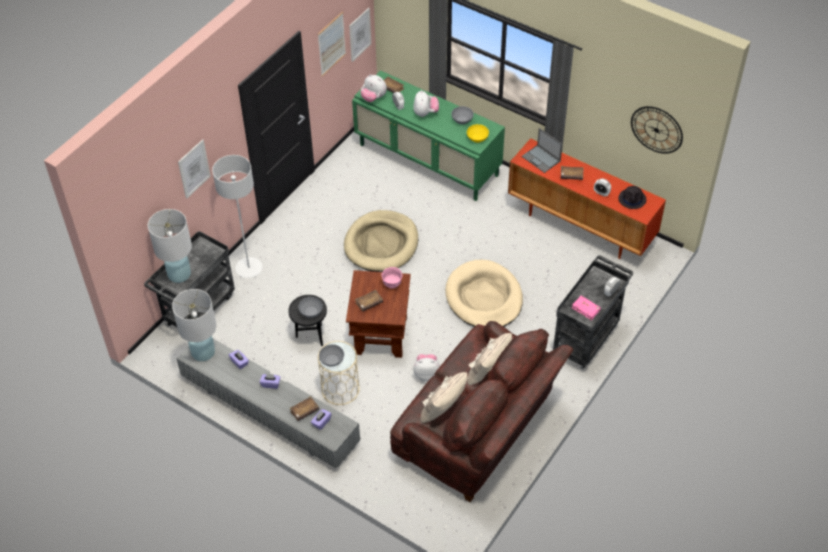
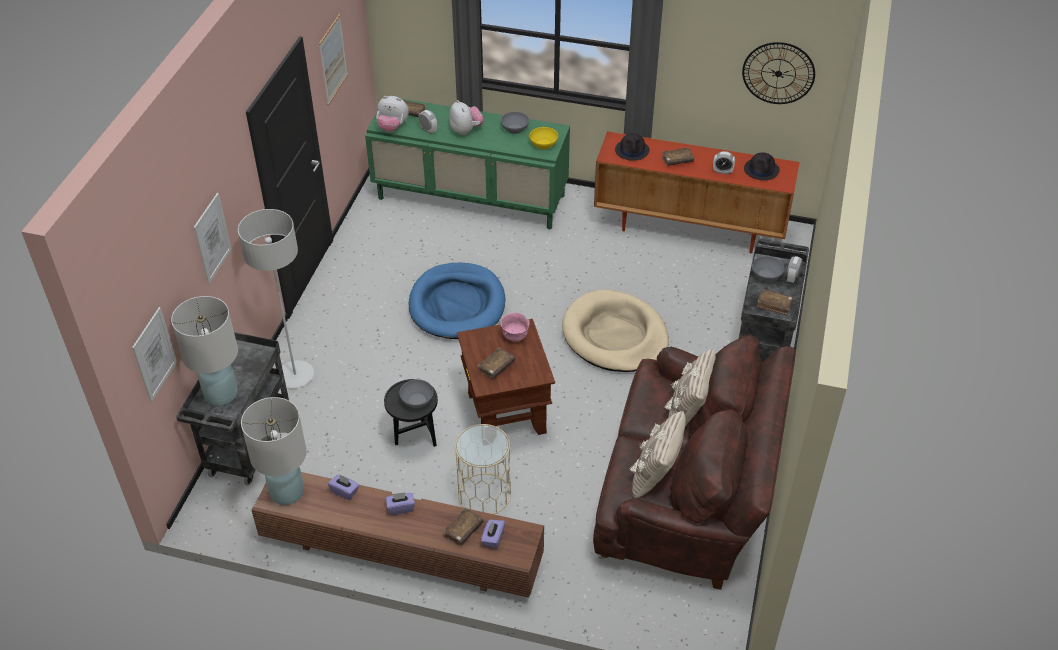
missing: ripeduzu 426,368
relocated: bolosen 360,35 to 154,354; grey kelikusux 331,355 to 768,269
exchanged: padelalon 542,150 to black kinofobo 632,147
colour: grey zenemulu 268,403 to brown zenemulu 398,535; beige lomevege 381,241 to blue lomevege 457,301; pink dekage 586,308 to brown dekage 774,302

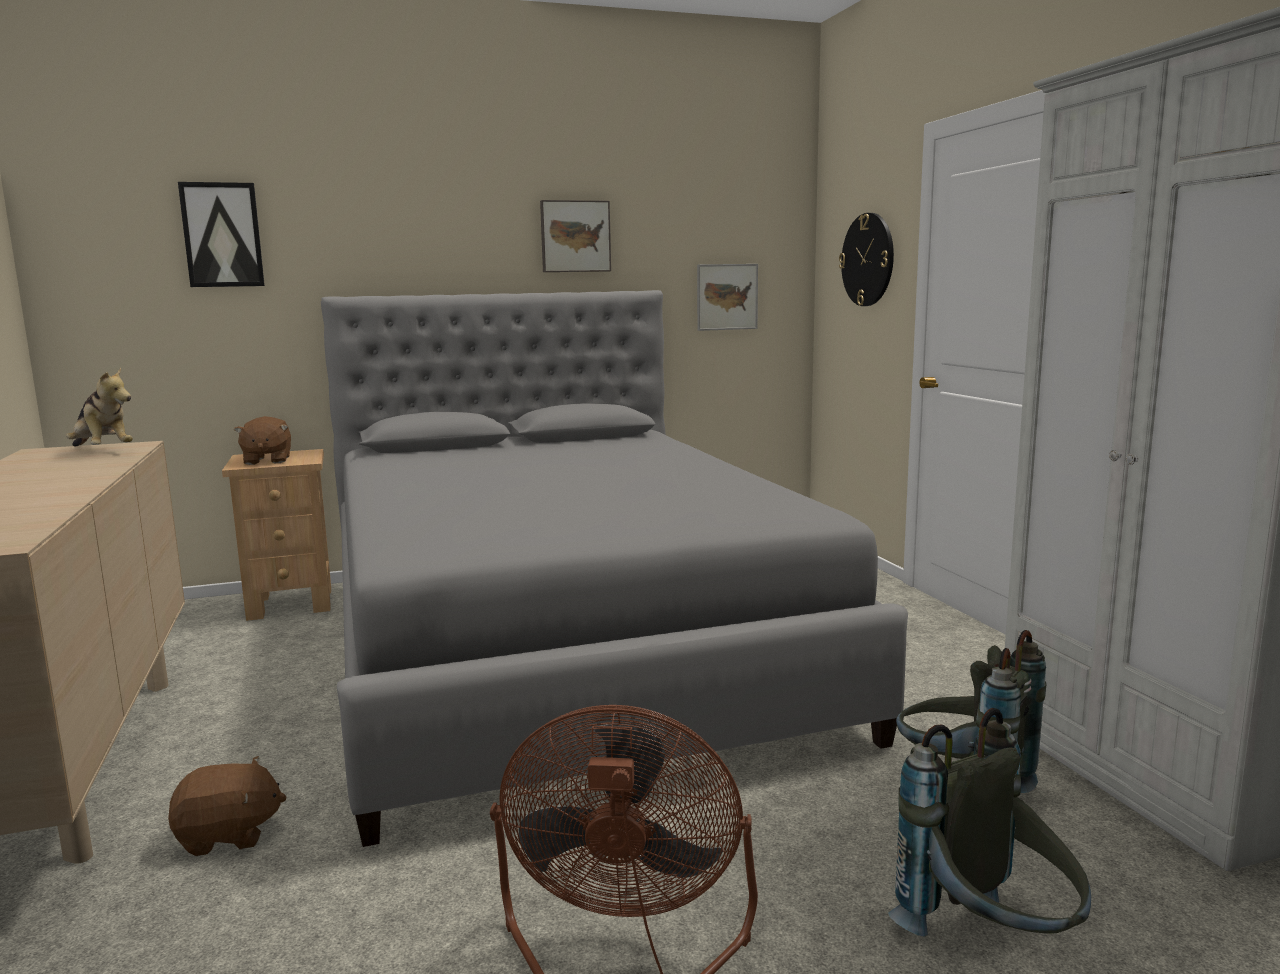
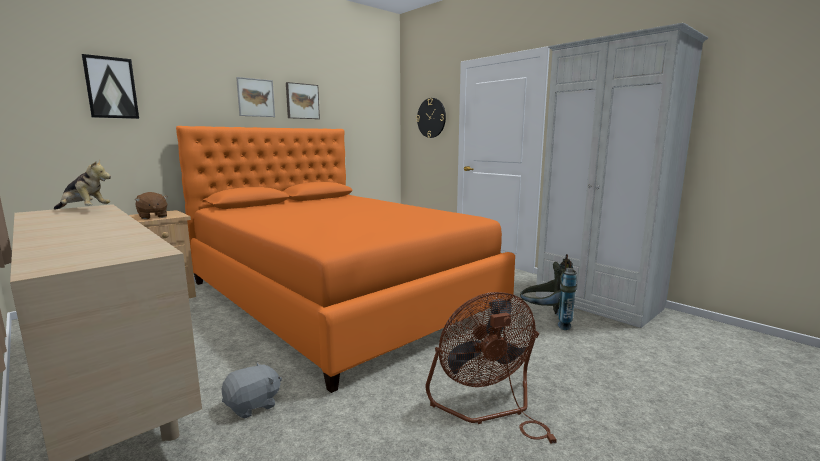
missing: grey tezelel 989,822
relocated: bolosen 727,297 to 255,97
colour: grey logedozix 614,568 to orange logedozix 345,259; brown ripeduzu 227,806 to grey ripeduzu 251,390

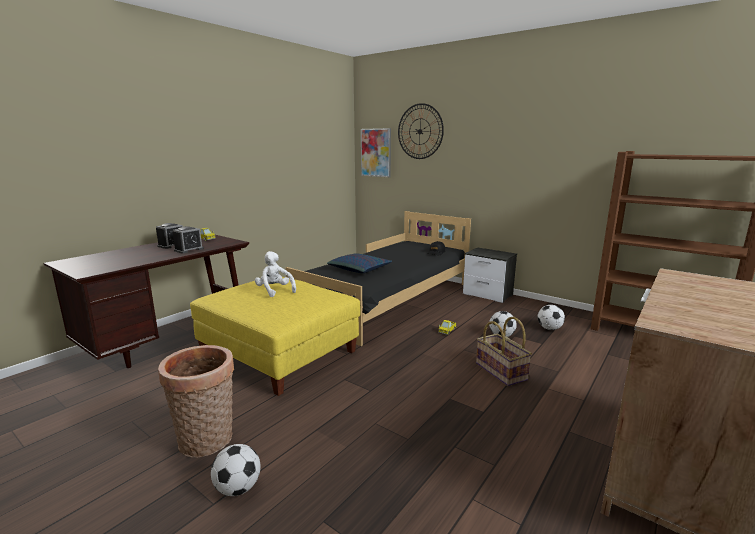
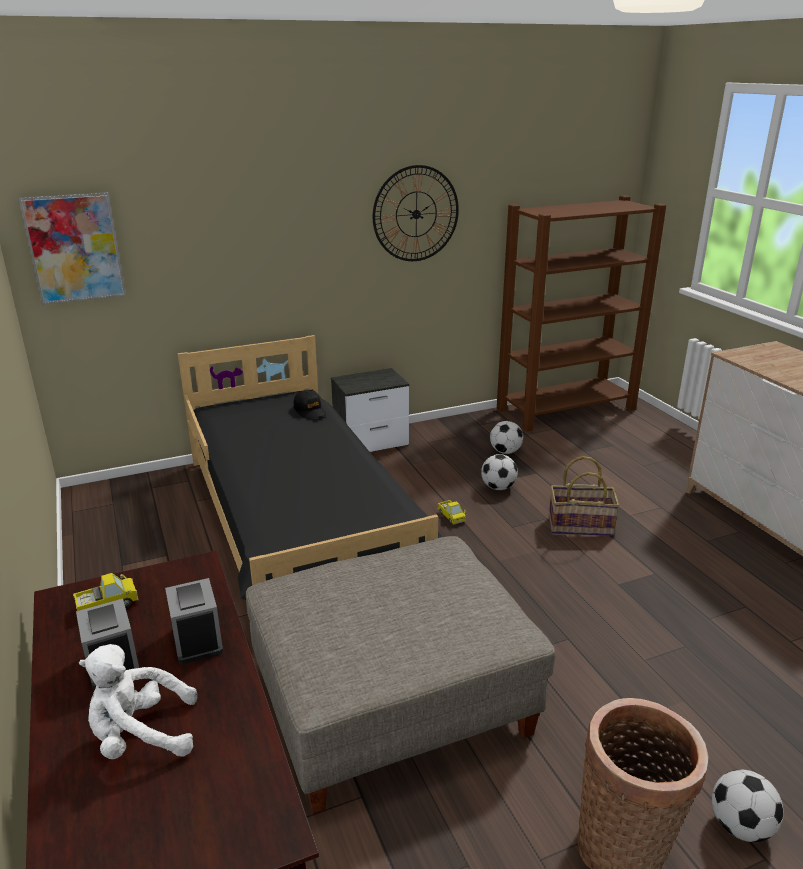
missing: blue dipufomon 359,263
relocated: white ripeduzu 275,274 to 138,701; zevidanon 421,131 to 416,213
colour: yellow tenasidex 275,336 to grey tenasidex 401,675

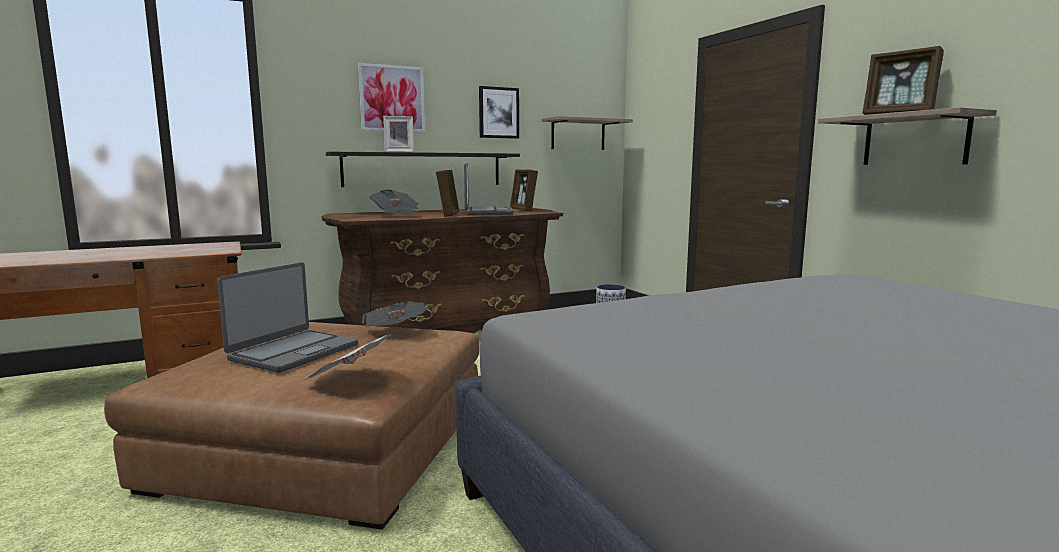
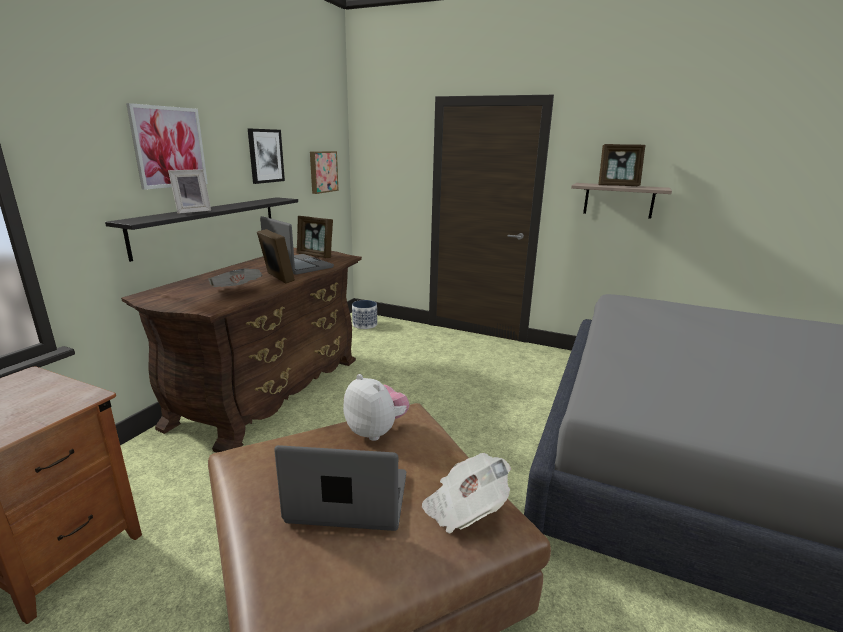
exchanged: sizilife 587,133 to bolosen 324,172; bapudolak 394,313 to ripeduzu 376,407
spun: padelalon 287,317 = 340,488 75 degrees counterclockwise

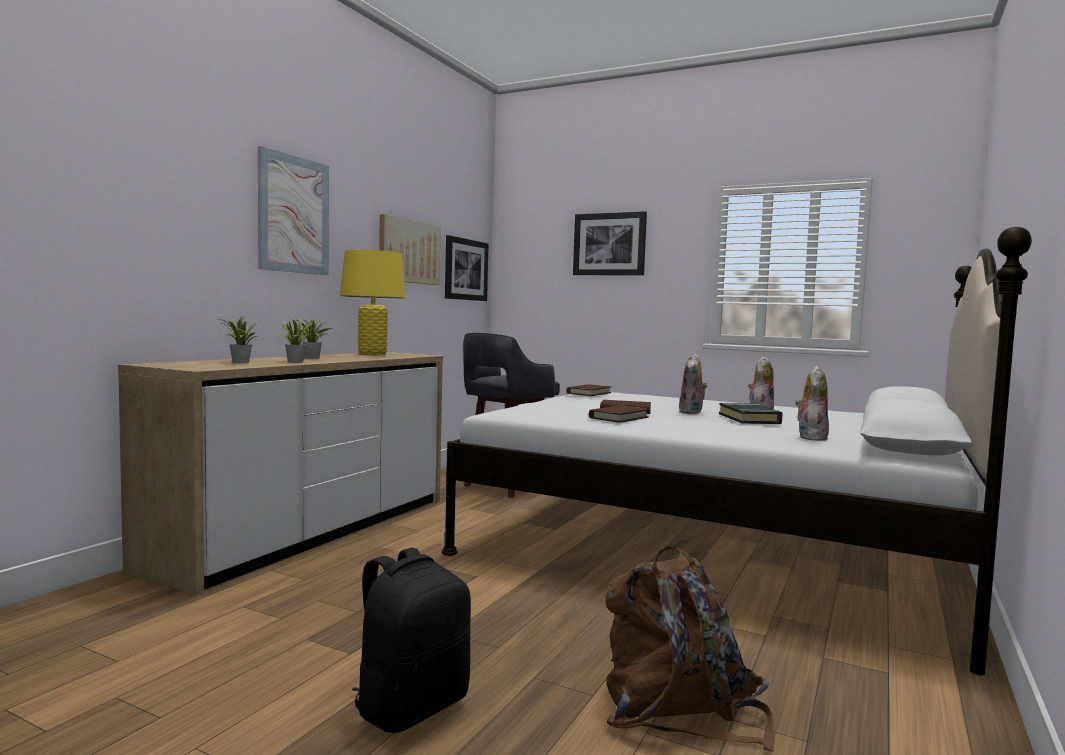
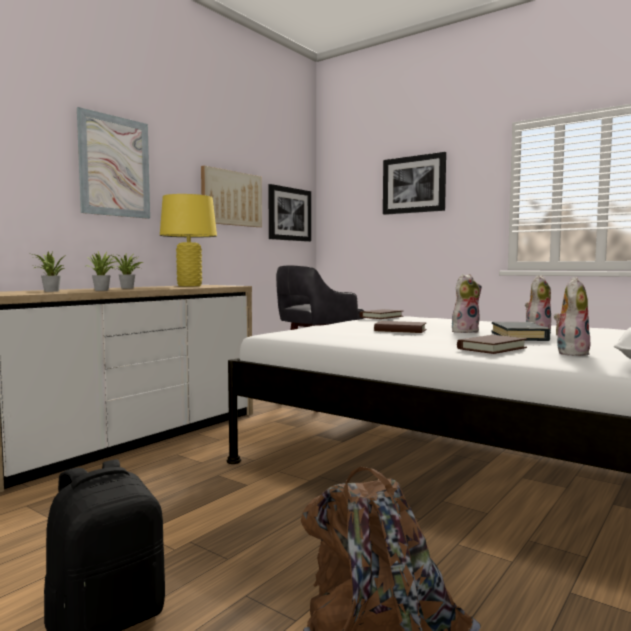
relocated: brown dekage 619,414 to 492,344
spun: ripeduzu 693,383 = 467,303 150 degrees counterclockwise

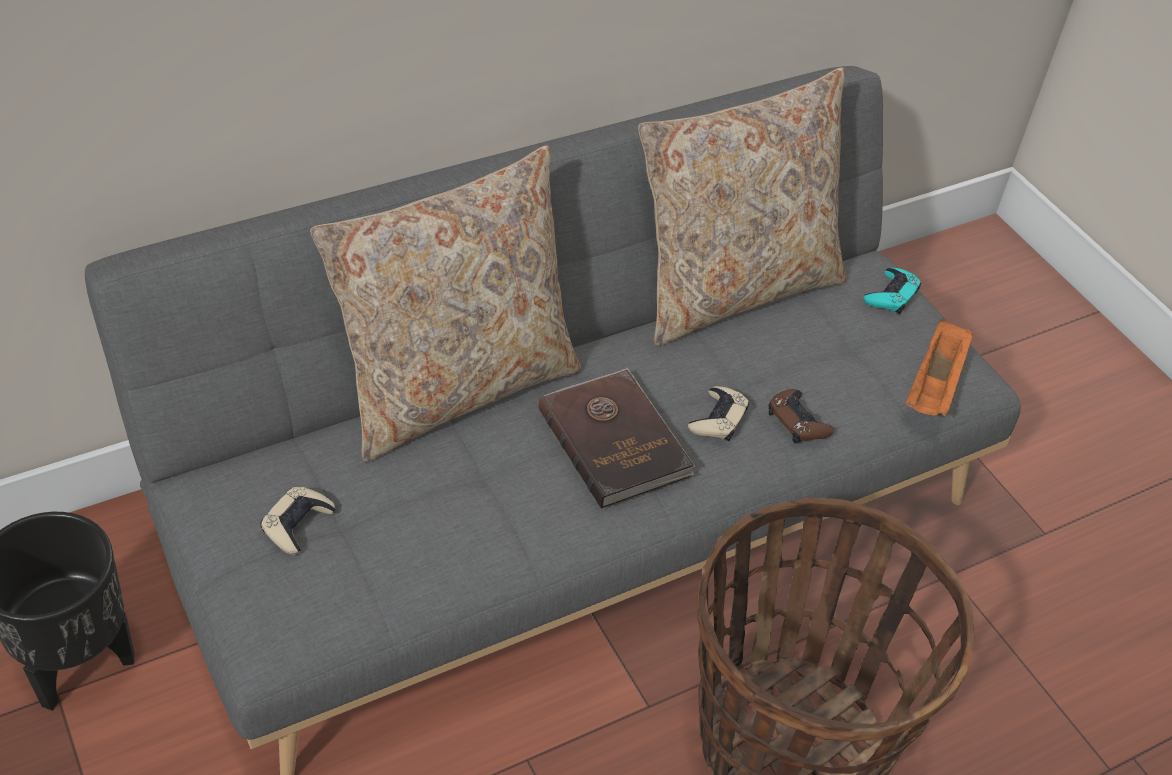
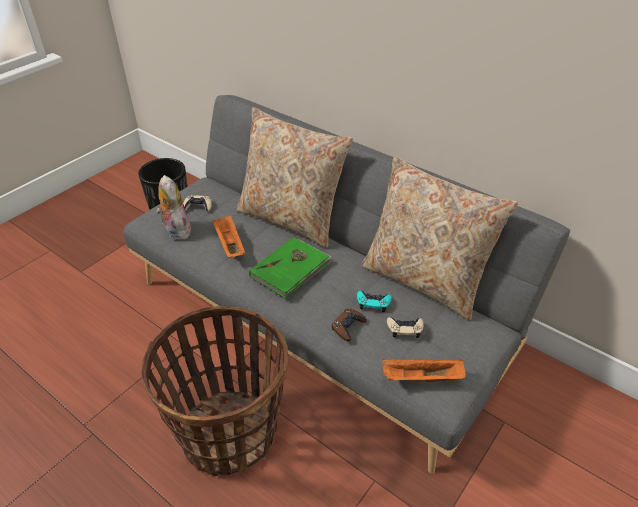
appeared: ripeduzu 173,207; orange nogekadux 228,235
relocated: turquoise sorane 892,291 to 374,301; beige sorane 718,413 to 405,327
colour: brown dekage 616,438 to green dekage 291,268

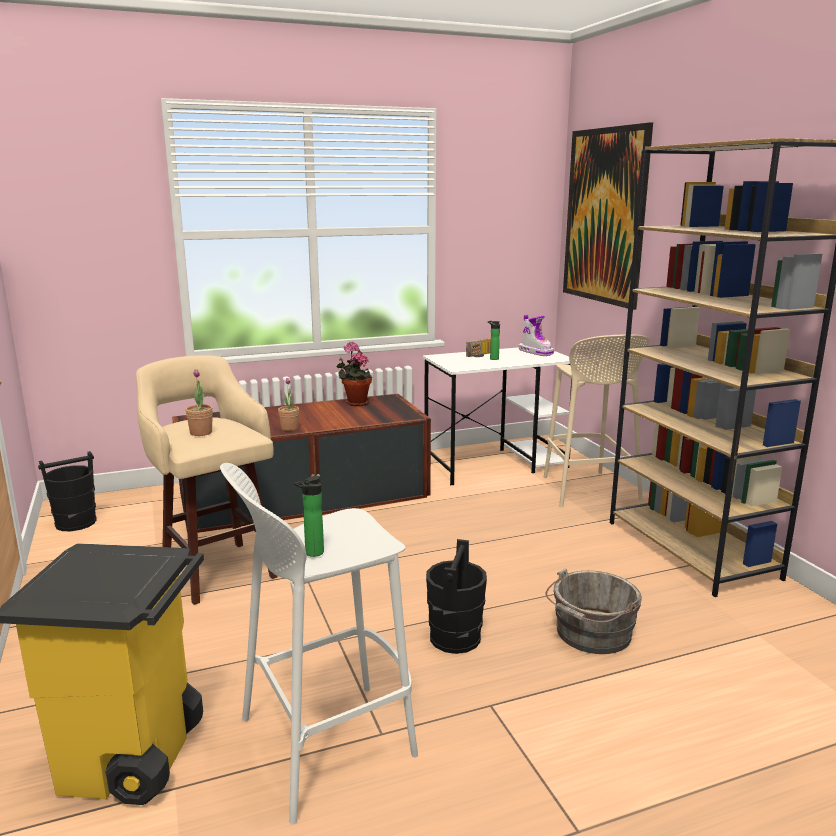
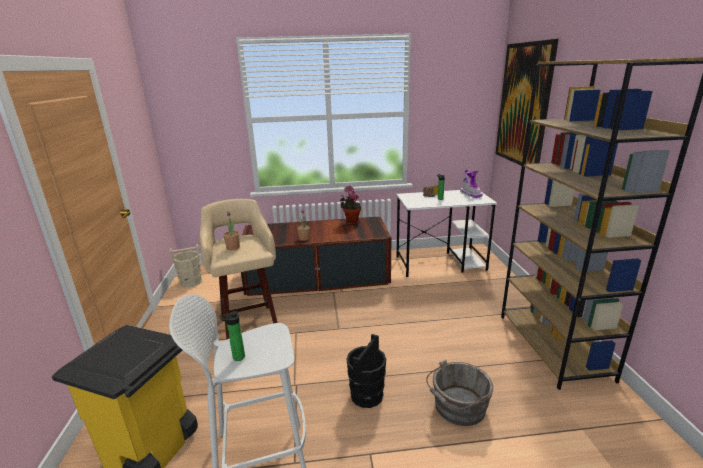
missing: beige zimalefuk 596,420
colour: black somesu 67,491 to beige somesu 185,266

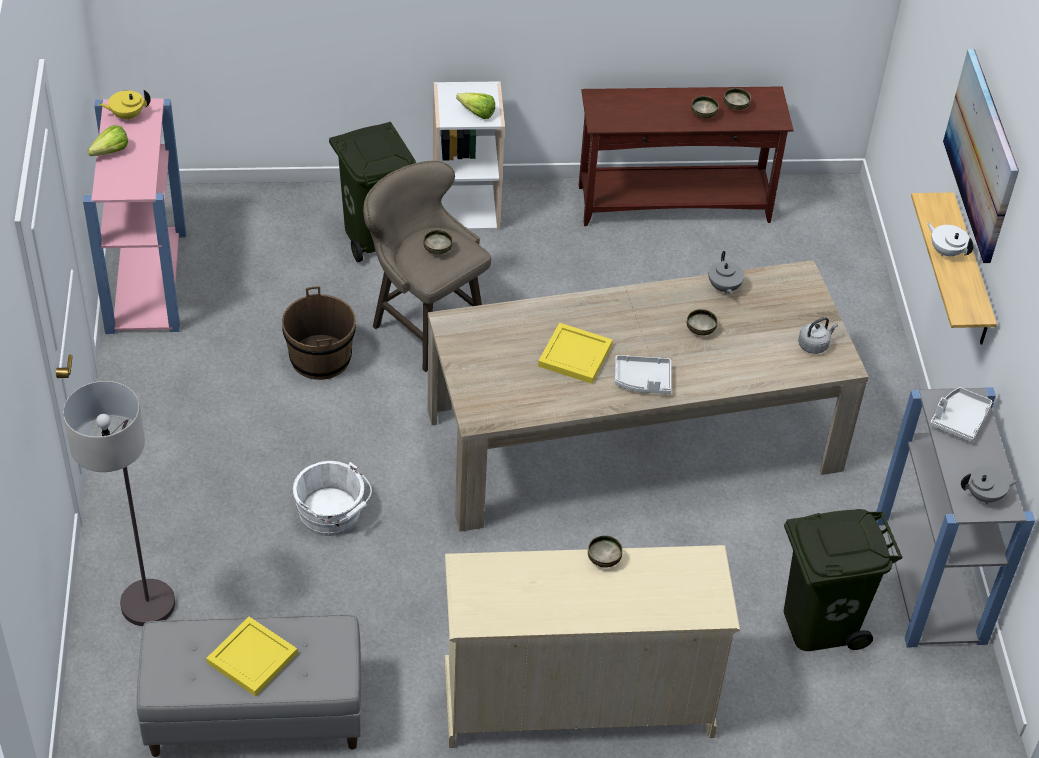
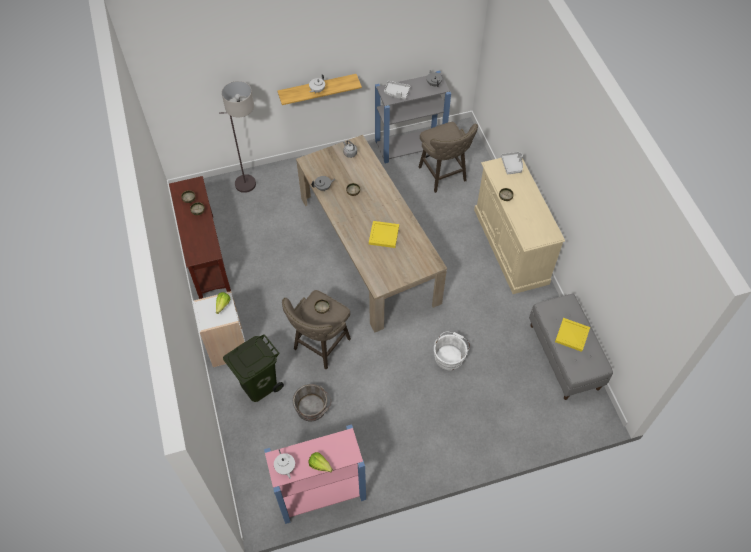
missing: brown somesu 319,333; bolosen 981,156
appeared: grey somesu 312,403
relocated: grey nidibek 119,503 to 237,137; grey nogekadux 643,374 to 512,163
exchanged: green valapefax 843,580 to beige zimalefuk 448,157
colour: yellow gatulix 124,105 to white gatulix 284,464

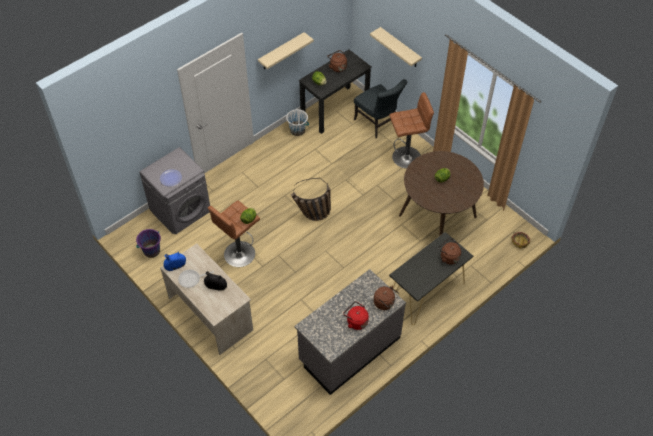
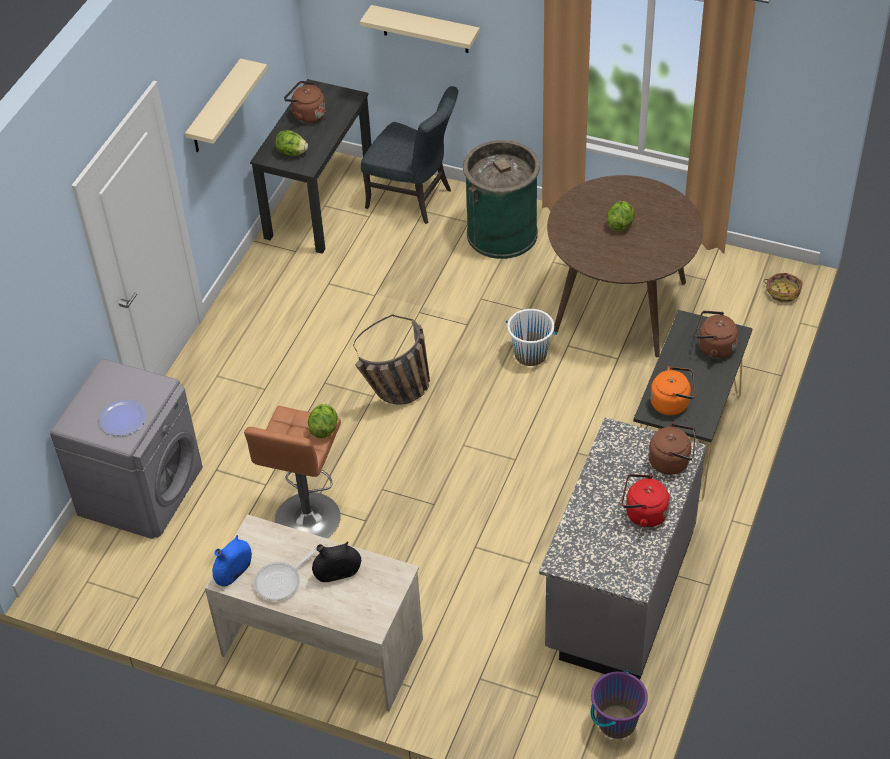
appeared: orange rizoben 672,390
relocated: white somesu 297,122 to 531,337; purple somesu 148,243 to 619,705
exchanged: brown zimalefuk 411,130 to green valapefax 501,199

